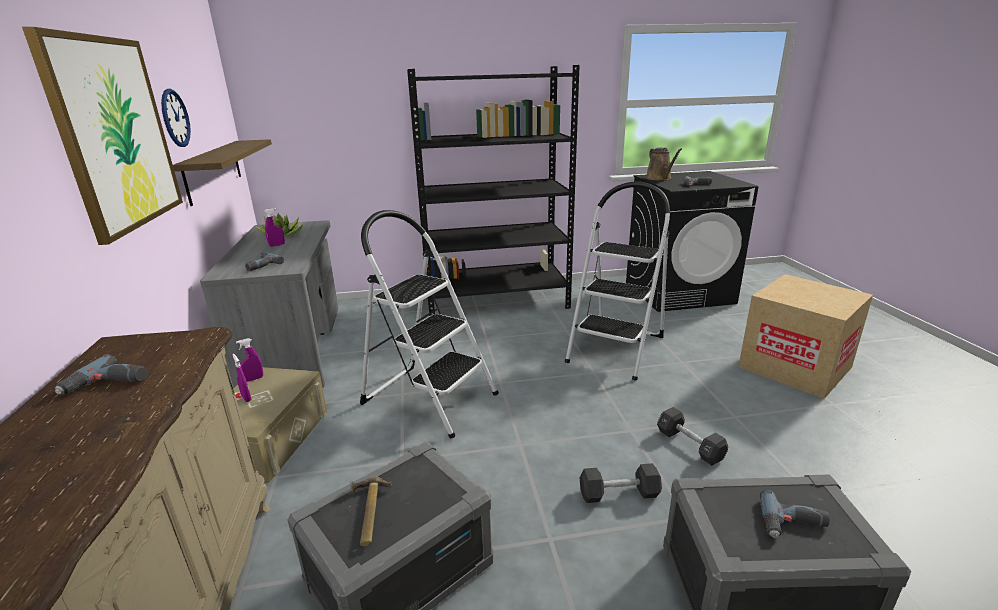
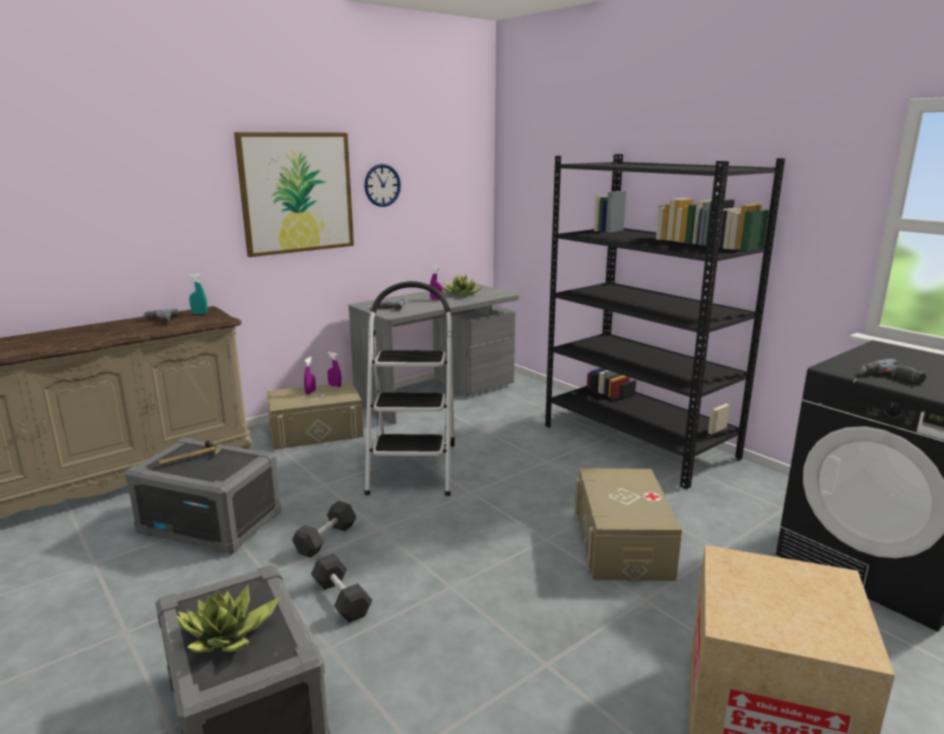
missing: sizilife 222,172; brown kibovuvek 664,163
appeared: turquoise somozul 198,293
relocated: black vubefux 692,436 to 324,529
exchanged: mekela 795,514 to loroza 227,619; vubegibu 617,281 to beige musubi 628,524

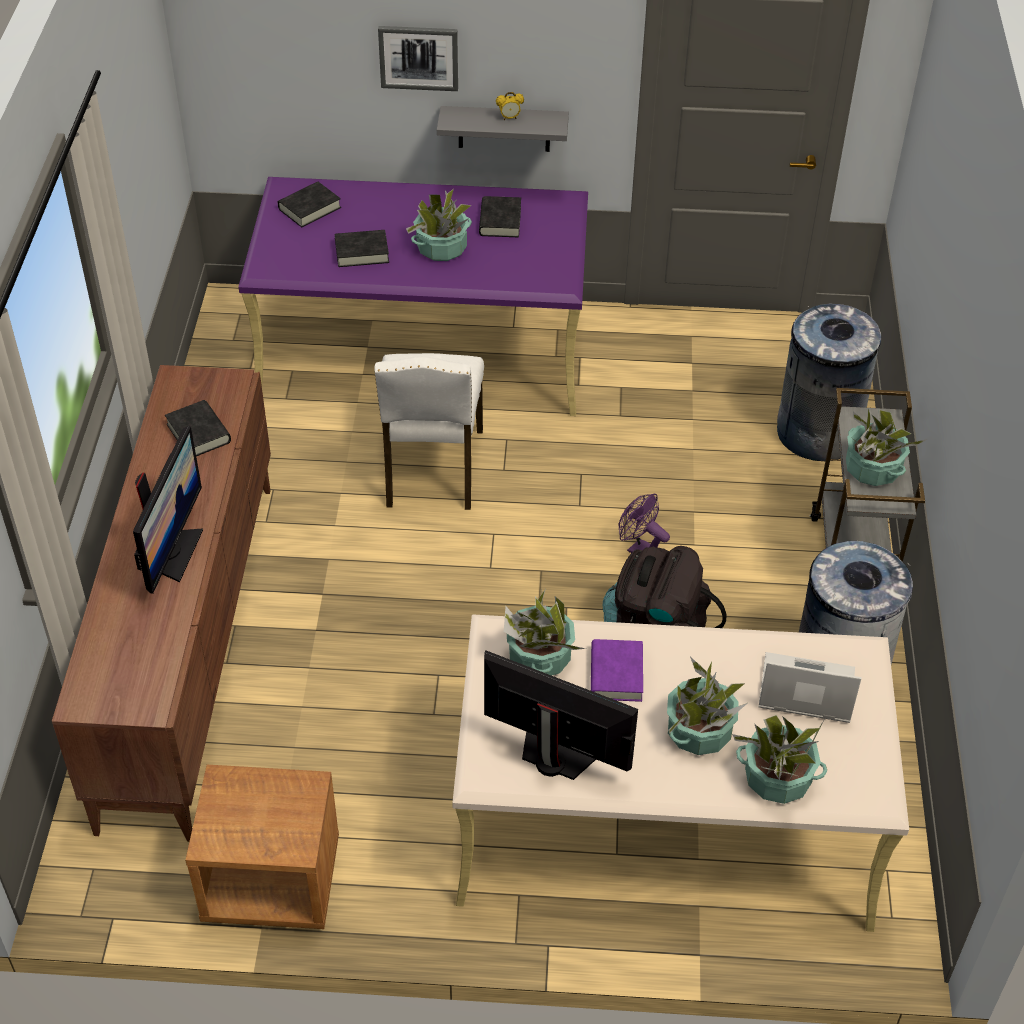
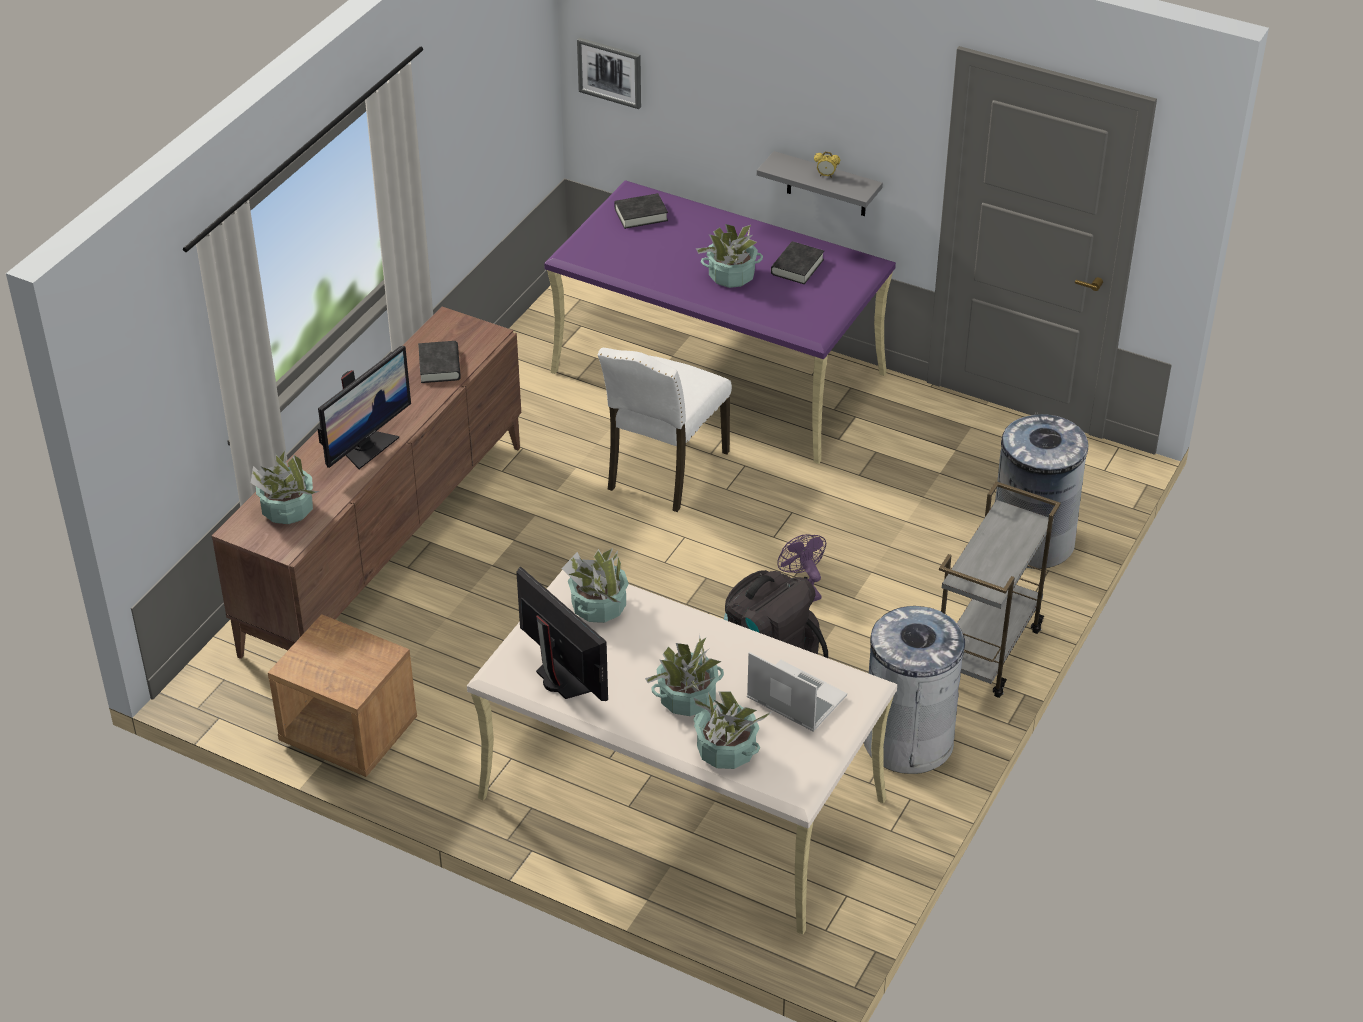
missing: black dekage 362,248; purple dekage 617,670
relocated: loroza 887,447 to 285,487; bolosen 418,58 to 609,73

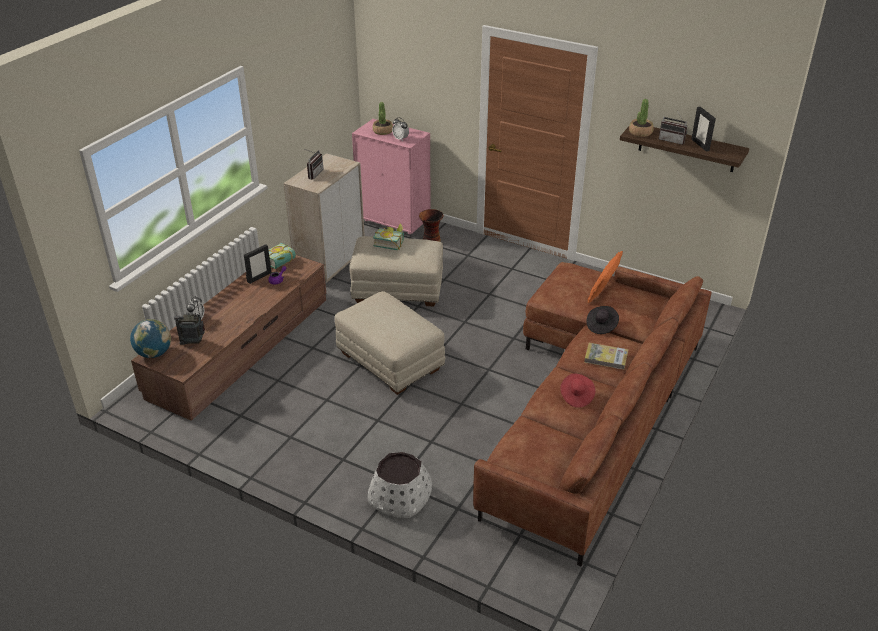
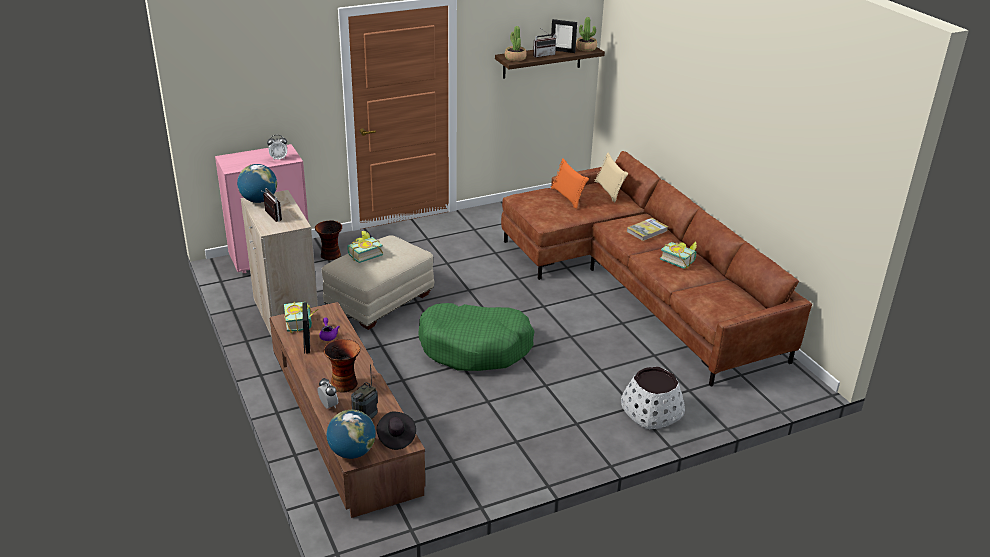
appeared: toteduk 257,183; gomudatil 342,366; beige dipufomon 611,177
relocated: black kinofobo 602,320 to 396,431; loroza 383,118 to 586,34
exchanged: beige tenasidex 390,343 to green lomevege 476,337; red kinofobo 577,390 to dekage 678,255

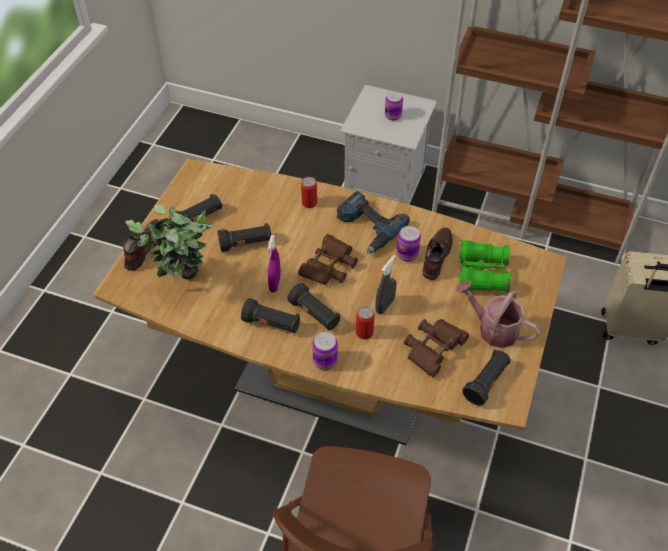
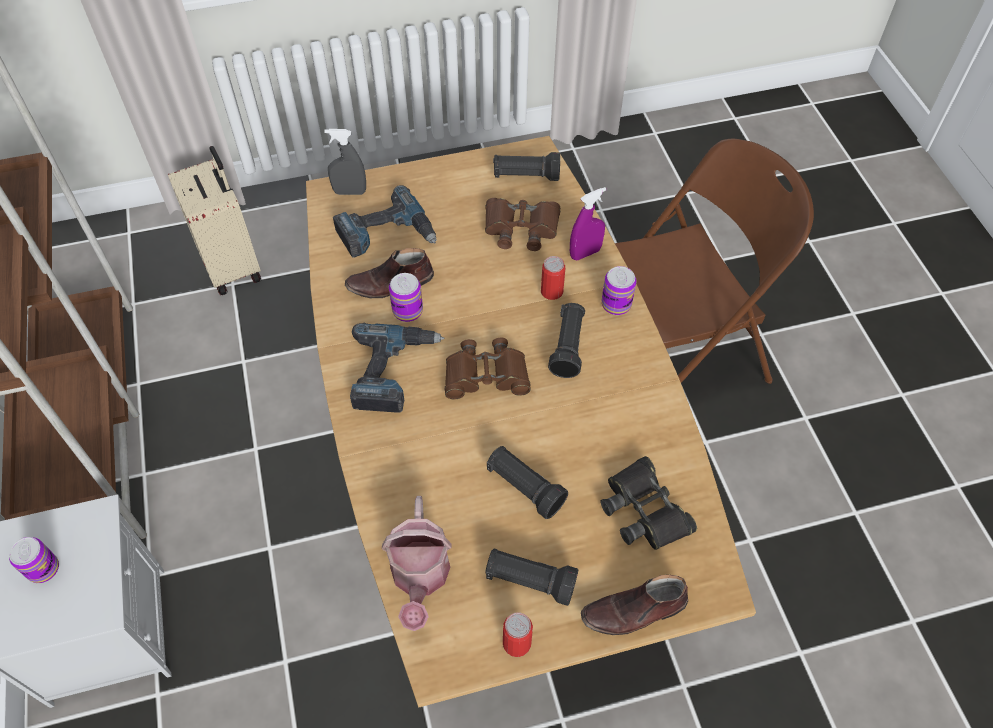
missing: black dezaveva 270,315
relocated: grey somozul 385,284 to 345,162; kibovuvek 498,314 to 416,563; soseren 309,192 to 518,634; purple somozul 274,264 to 588,223
exchanged: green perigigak 485,266 to mekela 385,221; loroza 170,242 to black perigigak 648,503

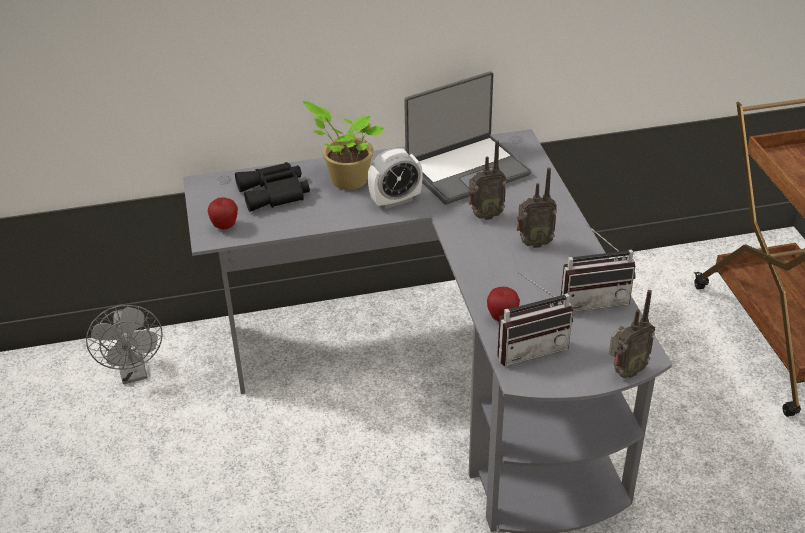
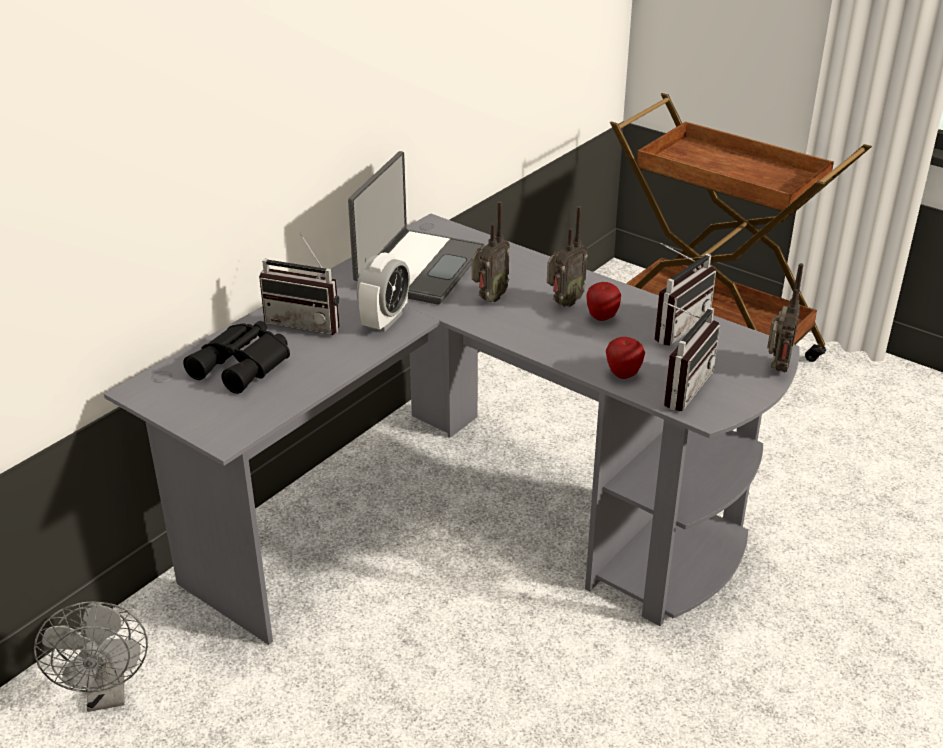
relocated: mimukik 223,213 to 604,301
exchanged: loroza 343,145 to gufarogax 299,284
spun: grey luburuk 124,344 = 91,656 45 degrees clockwise

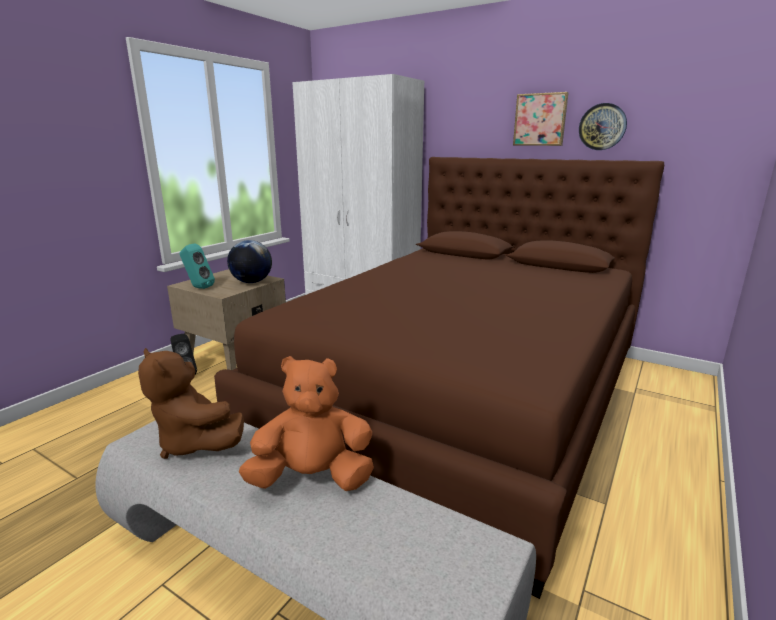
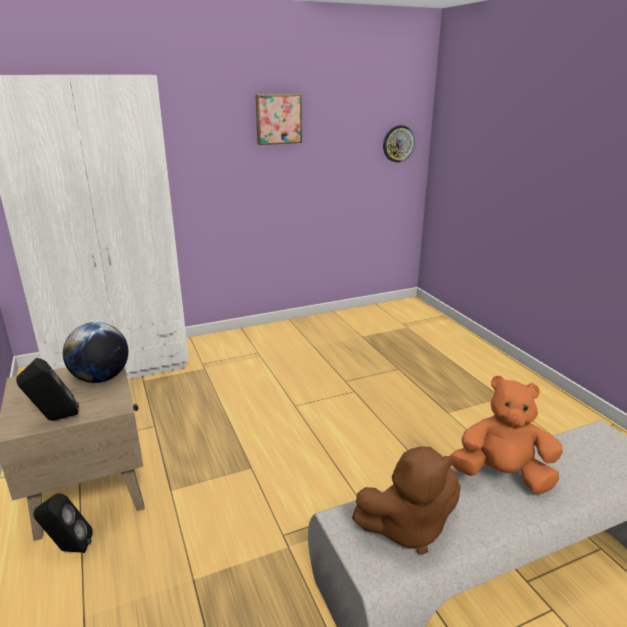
missing: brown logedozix 439,378
relocated: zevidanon 603,126 to 399,143
colour: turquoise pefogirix 197,266 to black pefogirix 47,389
spun: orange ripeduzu 306,423 = 506,434 75 degrees clockwise

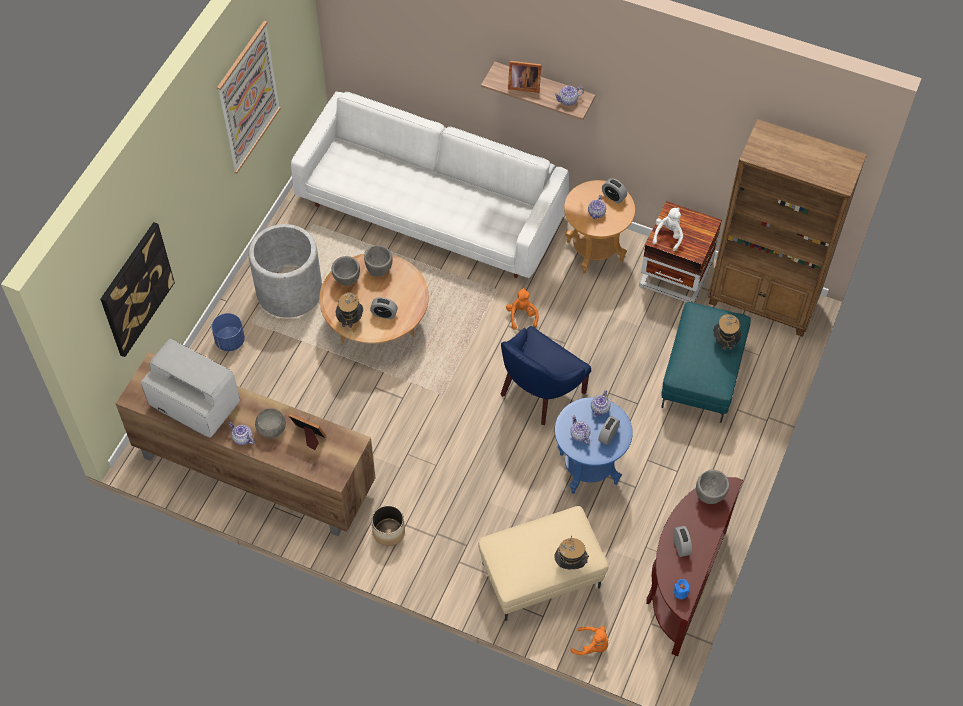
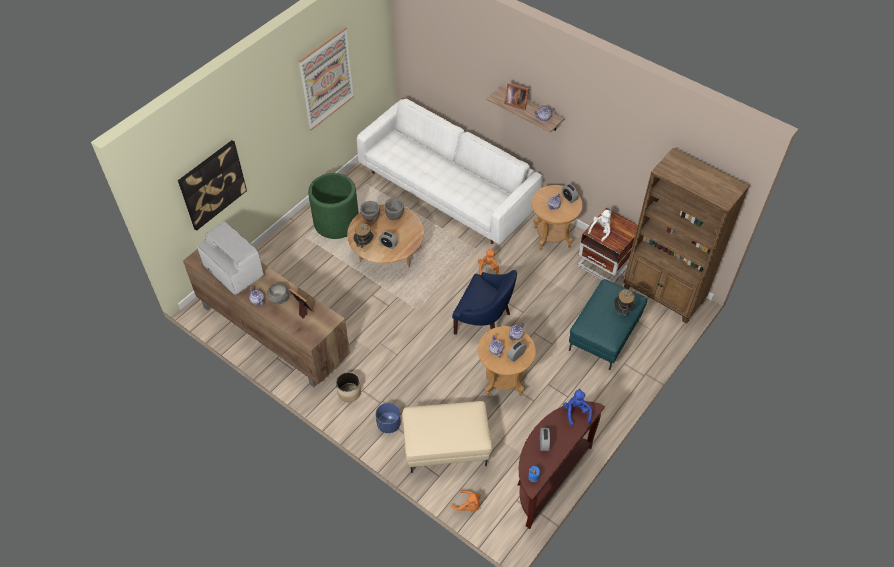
missing: kinofobo 571,552
relocated: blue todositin 228,332 to 388,418
exchanged: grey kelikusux 712,486 to blue ripeduzu 577,406
colour: grey todositin 285,271 to green todositin 333,206; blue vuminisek 594,445 to brown vuminisek 507,361
spun: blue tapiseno 546,375 = 484,302 120 degrees counterclockwise

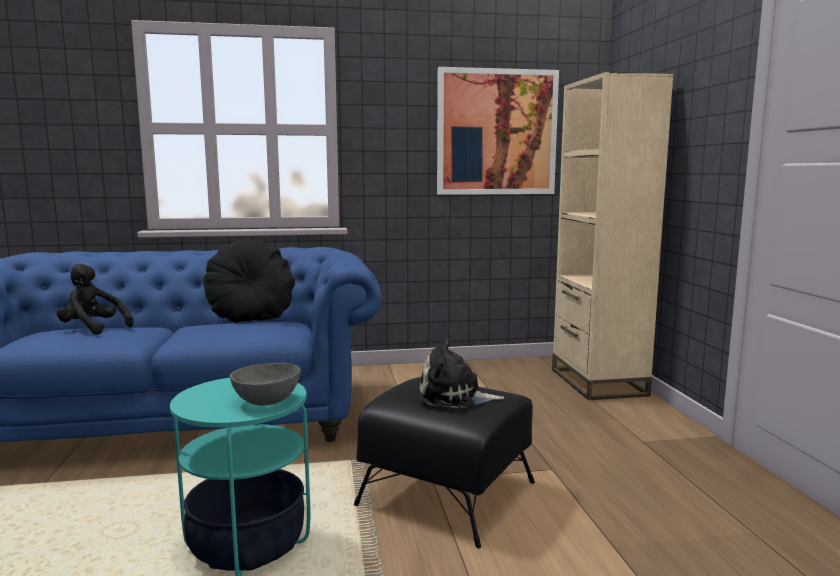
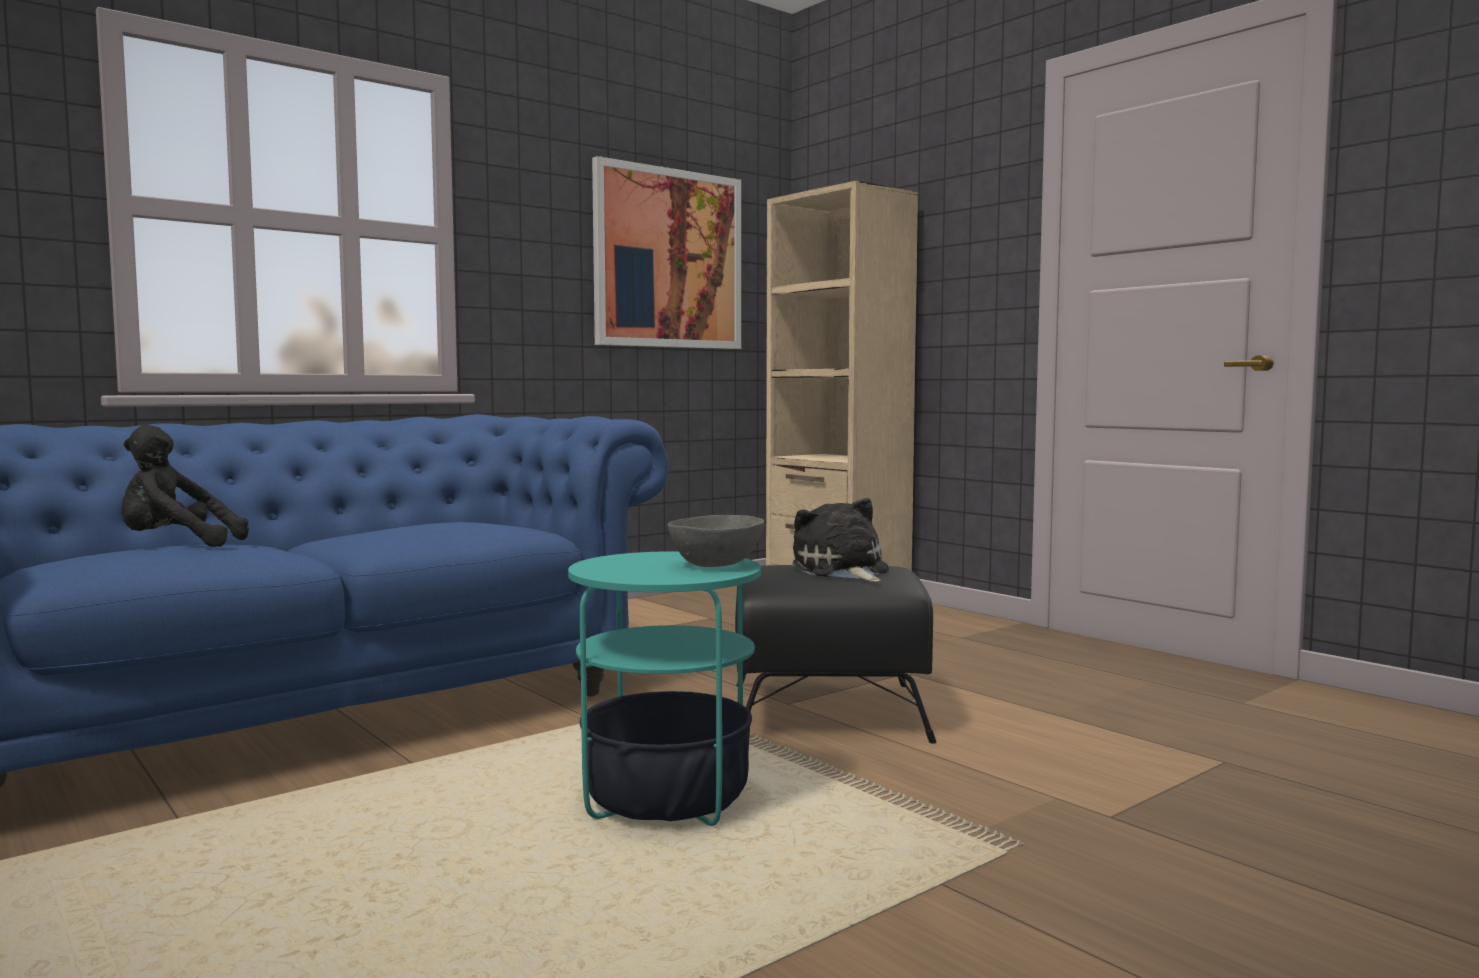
missing: black dipufomon 249,280
spun: ripeduzu 461,373 = 840,540 90 degrees clockwise

